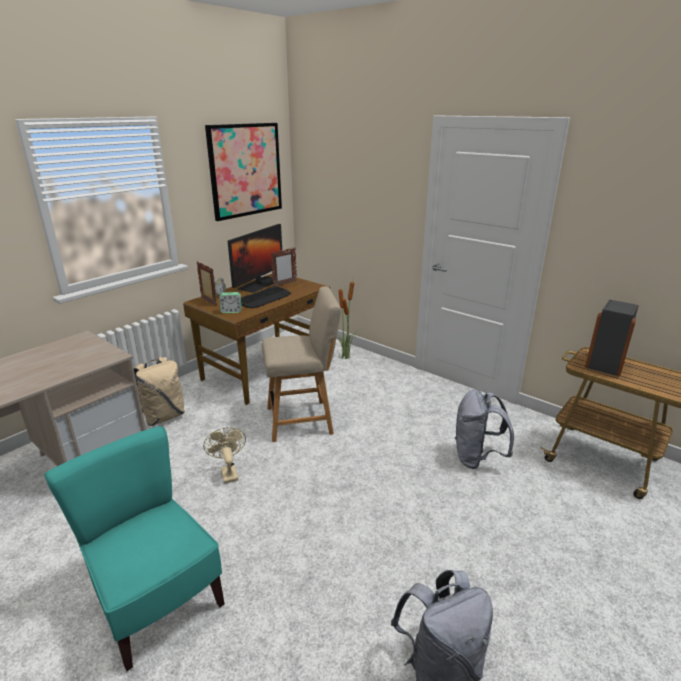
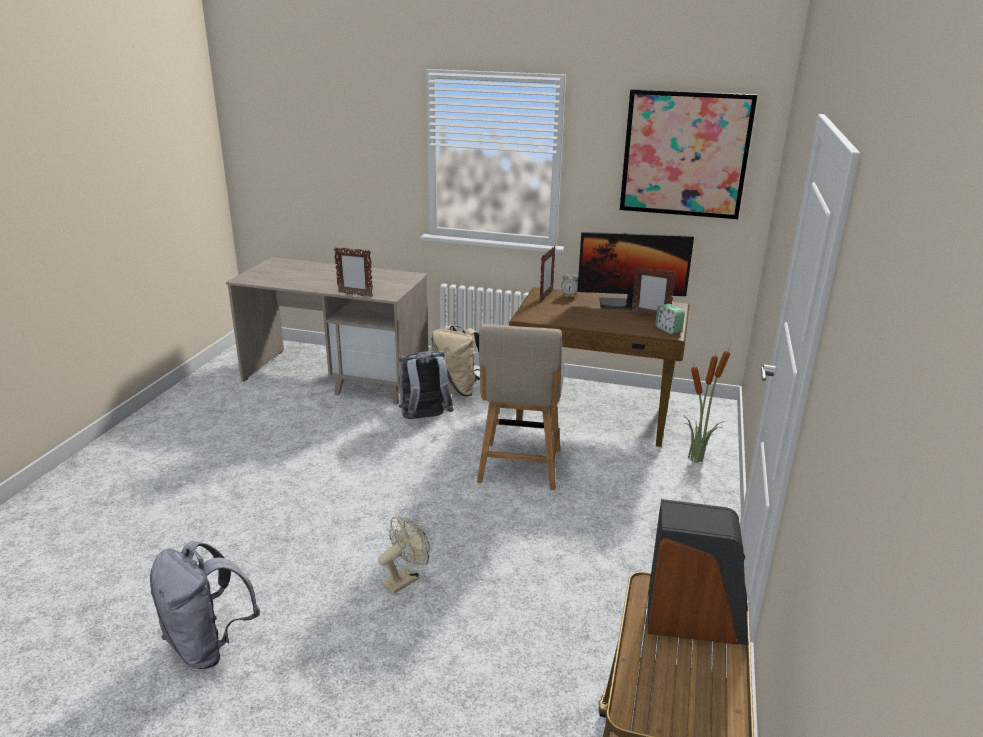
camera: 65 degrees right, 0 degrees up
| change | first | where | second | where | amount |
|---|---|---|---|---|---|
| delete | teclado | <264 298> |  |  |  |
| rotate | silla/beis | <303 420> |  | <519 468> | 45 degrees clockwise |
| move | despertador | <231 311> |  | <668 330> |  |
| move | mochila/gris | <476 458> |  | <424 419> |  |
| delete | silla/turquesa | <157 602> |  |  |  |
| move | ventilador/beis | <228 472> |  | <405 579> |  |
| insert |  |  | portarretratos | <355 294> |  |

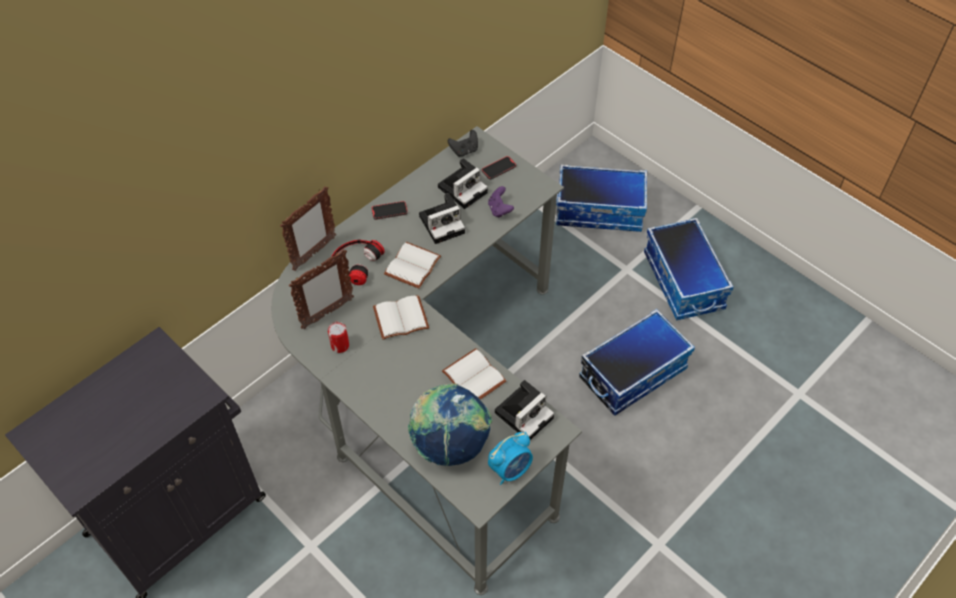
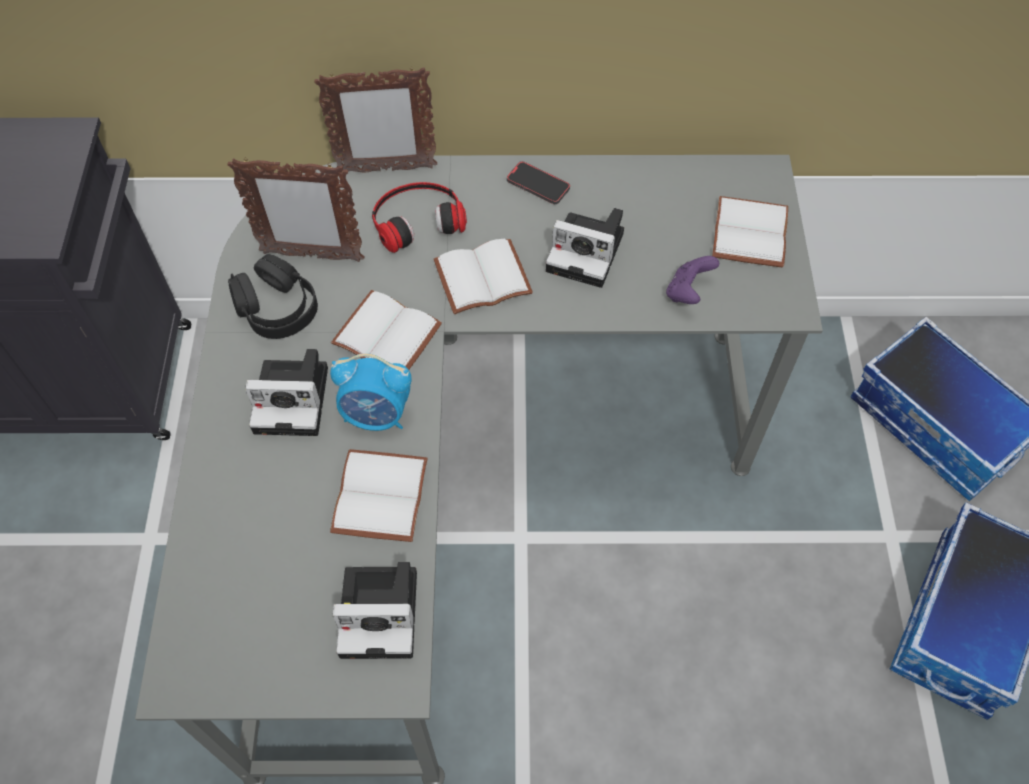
camera: 45 degrees right, 5 degrees up
| change | first | where | second | where | amount |
|---|---|---|---|---|---|
| delete | mando de consola/negro | <464 151> |  |  |  |
| replace | móvil | <498 169> | libro/blanco | <752 235> |  |
| move | cámara | <463 188> |  | <295 399> |  |
| delete | caja de almacenaje | <632 372> |  |  |  |
| replace | lata | <340 345> | auriculares/negro | <277 309> |  |
| delete | globo terráqueo | <450 444> |  |  |  |
| move | despertador | <510 469> |  | <377 415> |  |

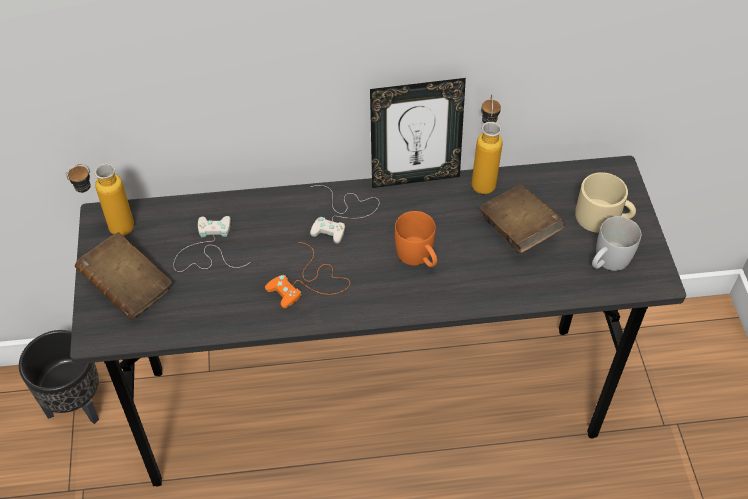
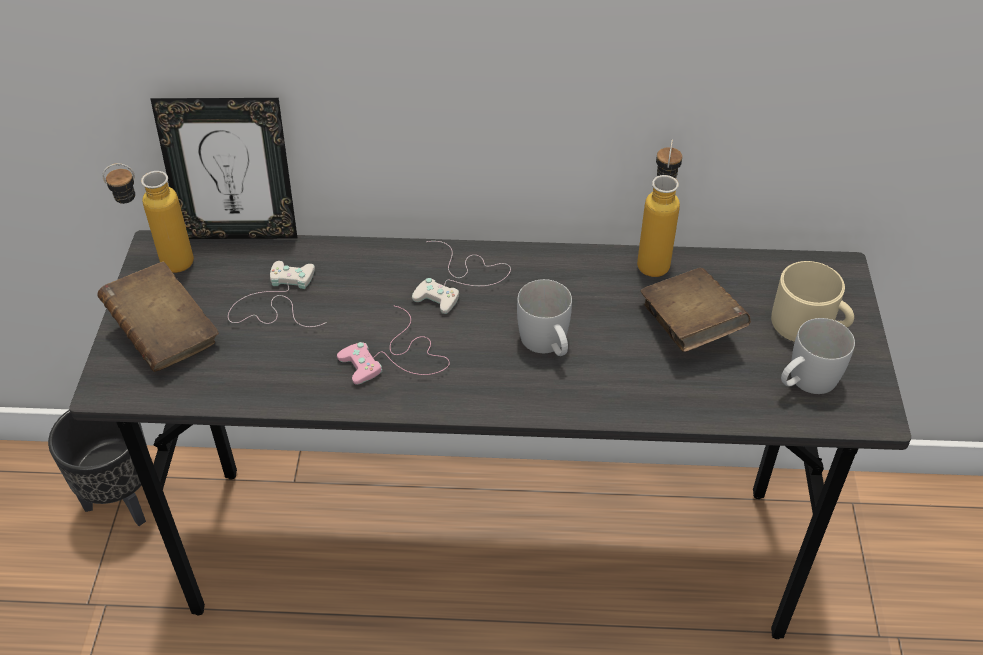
camera: 10 degrees right, 5 degrees down
| change | first | where | second | where | amount |
|---|---|---|---|---|---|
| move | portarretratos | <414 176> |  | <240 232> |  |
| recolor | taza grande/naranja | <418 258> | taza grande/blanco | <547 345> |  |
| recolor | mando de consola/naranja | <309 282> | mando de consola/rosa | <397 357> |  |

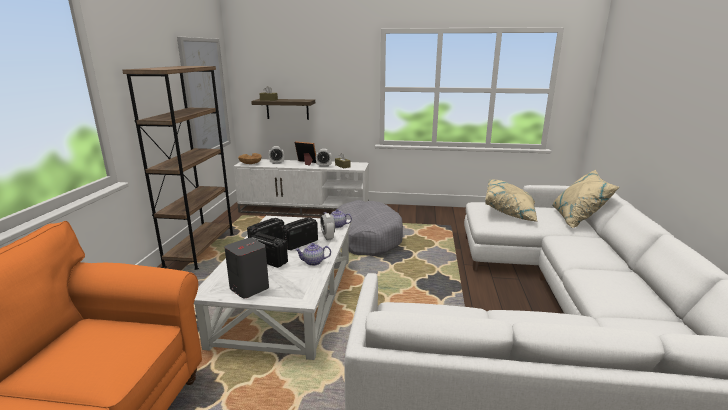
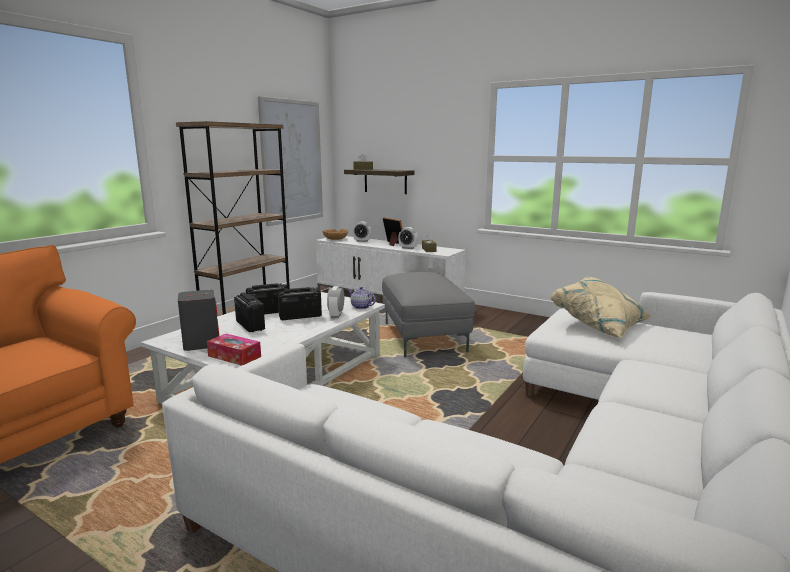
camera: 25 degrees right, 5 degrees down
| change | first | where | second | where | amount |
|---|---|---|---|---|---|
| delete | cojín/beis | <577 219> |  |  |  |
| replace | cama para perro/gris | <365 238> | puf/gris | <425 337> |  |
| delete | tetera | <313 262> |  |  |  |
| insert |  |  | caja de pañuelos | <234 356> |  |

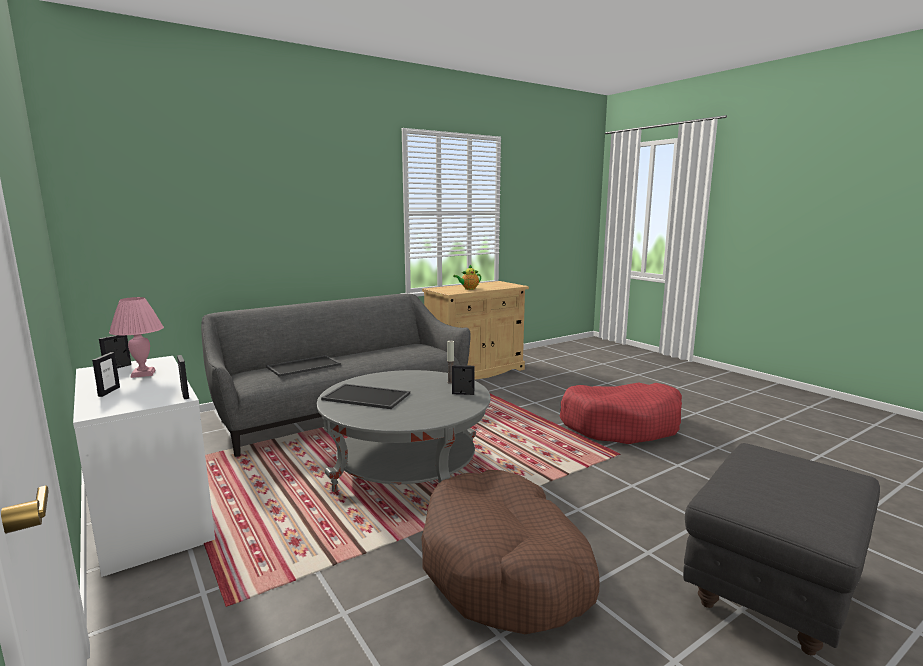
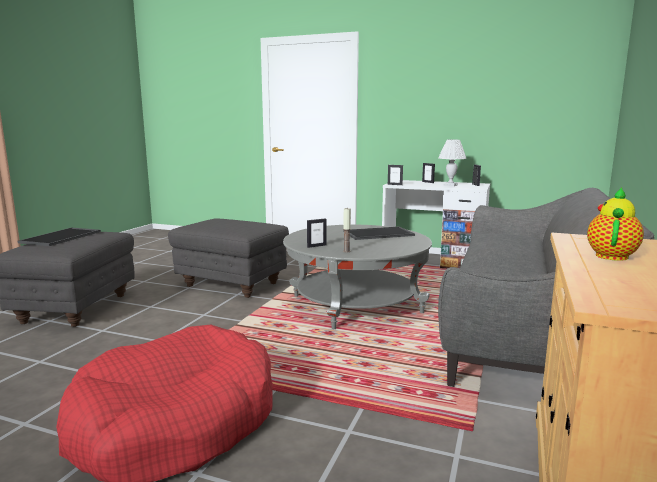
camera: 145 degrees right, 0 degrees up
| change | first | where | second | where | amount |
|---|---|---|---|---|---|
| recolor | lámpara de mesa/rosa | <143 374> | lámpara de mesa/blanco | <450 185> |  |
| move | bandeja | <304 366> |  | <61 237> |  |
| replace | cama para perro/marrón | <505 567> | puf/gris | <233 284> |  |

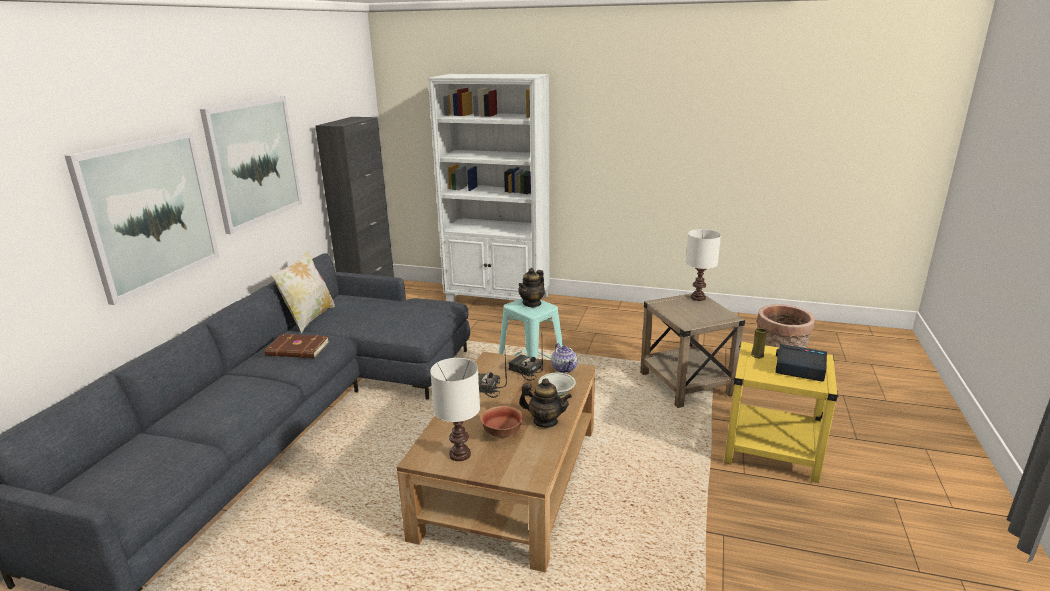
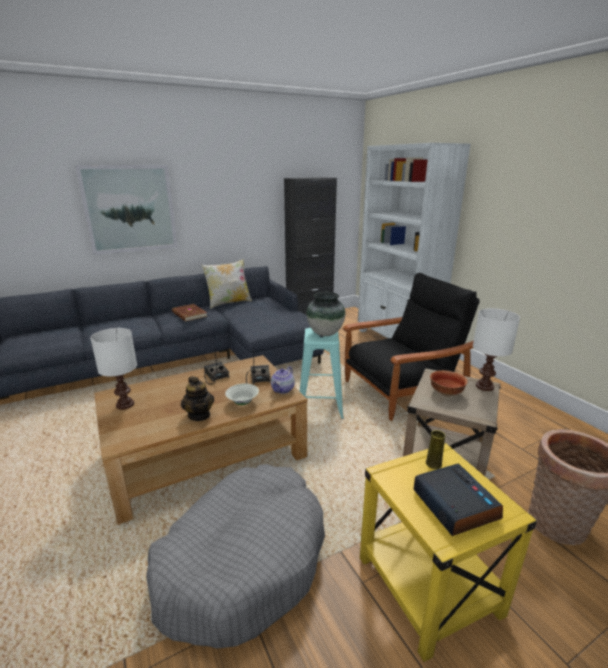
camera: 45 degrees right, 0 degrees up
| change | first | where | second | where | amount |
|---|---|---|---|---|---|
| delete | cuadro | <254 161> |  |  |  |
| replace | tetera | <532 303> | florero | <325 333> |  |
| move | cuenco | <501 434> |  | <445 393> |  |
| insert |  |  | sillón/negro | <403 390> |  |
| insert |  |  | cama para perro/gris | <242 560> |  |

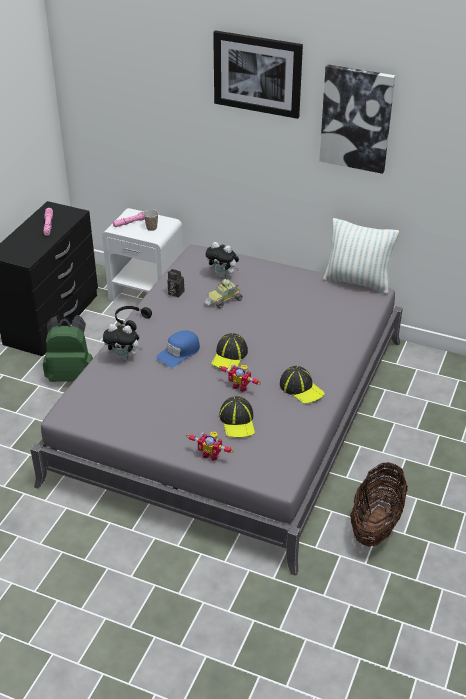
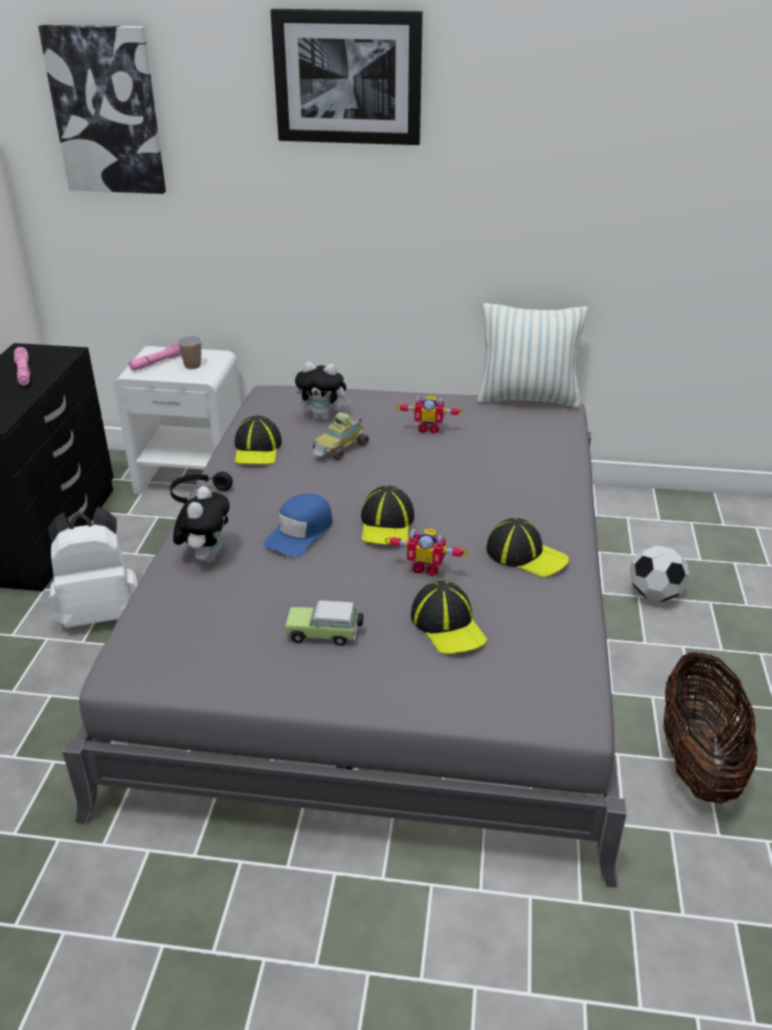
camera: 15 degrees left, 5 degrees down
| change | first | where | second | where | amount |
|---|---|---|---|---|---|
| move | cuadro | <356 118> |  | <106 111> |  |
| replace | cámara | <175 293> | gorra | <257 449> |  |
| recolor | mochila/verde | <71 375> | mochila/blanco | <100 612> |  |
| rotate | peluche | <124 358> |  | <206 556> | 75 degrees counterclockwise |
| move | robot de juguete | <211 454> |  | <429 428> |  |
| insert |  |  | balón de fútbol | <654 595> |  |
| insert |  |  | coche de juguete | <325 634> |  |

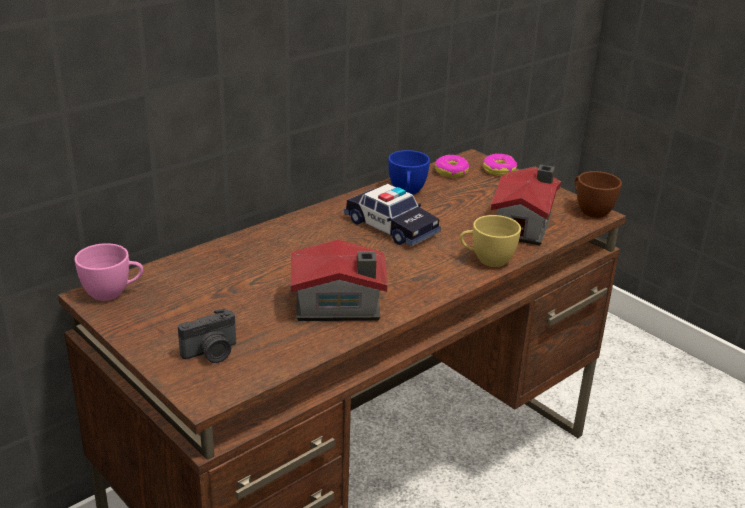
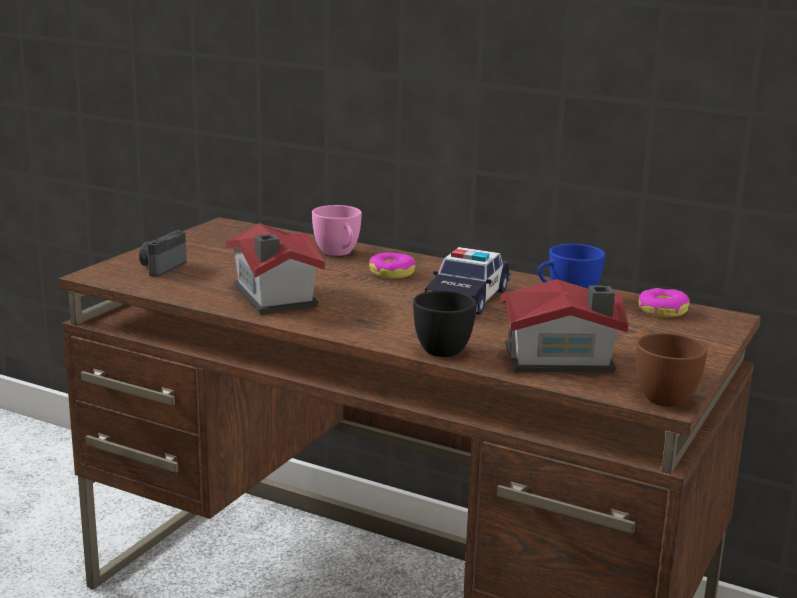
camera: 70 degrees right, 10 degrees down
| change | first | where | second | where | amount |
|---|---|---|---|---|---|
| move | rosquilla | <499 170> |  | <392 273> |  |
| recolor | taza/amarillo | <487 260> | taza/negro | <440 347> |  |
| move | taza/rosa | <113 293> |  | <339 253> |  |
| rotate | cámara | <211 353> |  | <161 267> | 75 degrees clockwise |

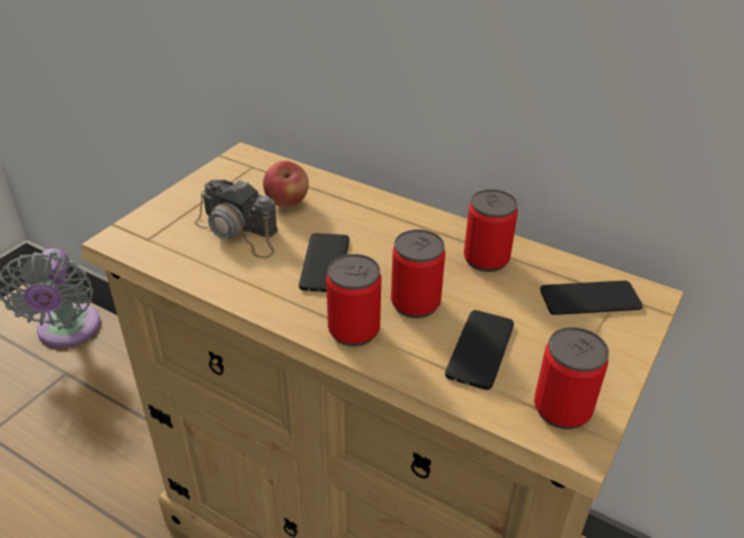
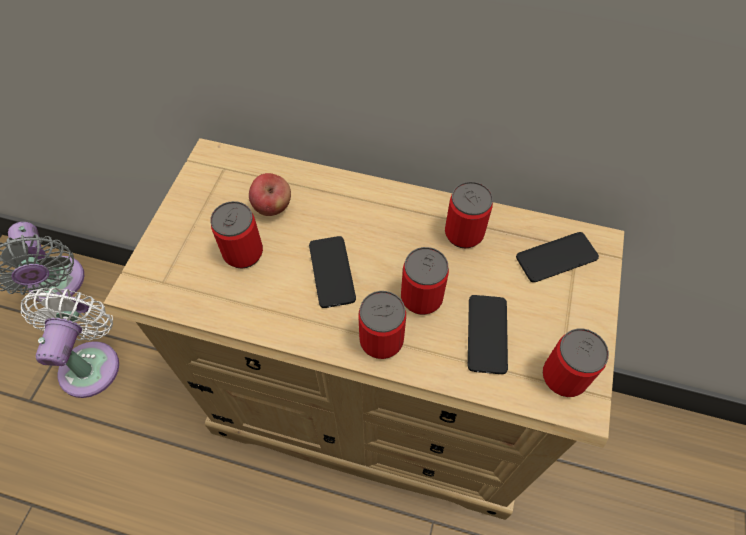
camera: 15 degrees left, 20 degrees up
| change | first | where | second | where | amount |
|---|---|---|---|---|---|
| replace | cámara | <239 232> | lata | <243 253> |  |
| insert |  |  | ventilador/blanco | <91 362> |  |

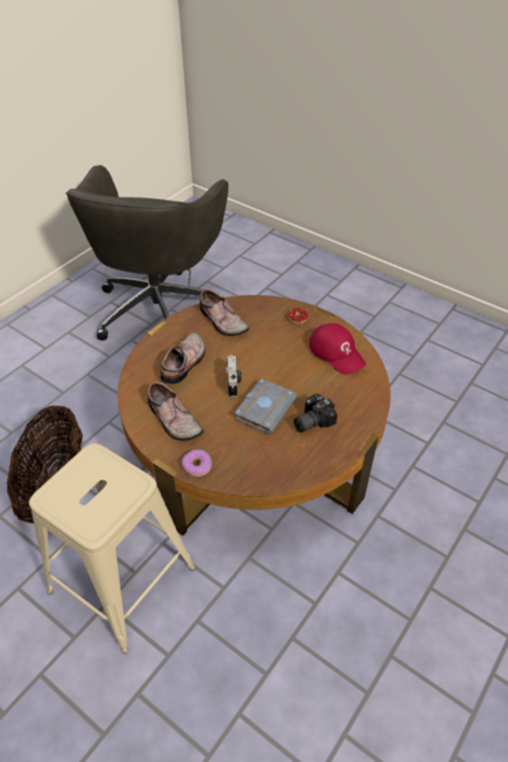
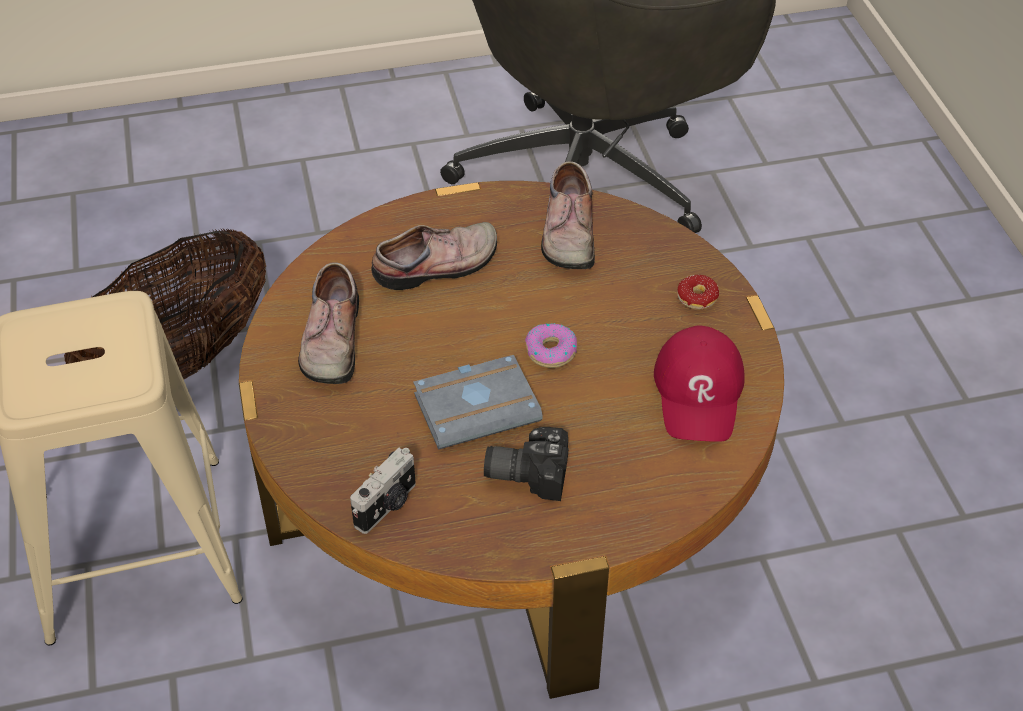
camera: 40 degrees right, 0 degrees up
| change | first | where | second | where | amount |
|---|---|---|---|---|---|
| move | cámara | <234 383> |  | <387 506> |  |
| move | rosquilla | <197 466> |  | <550 351> |  |

